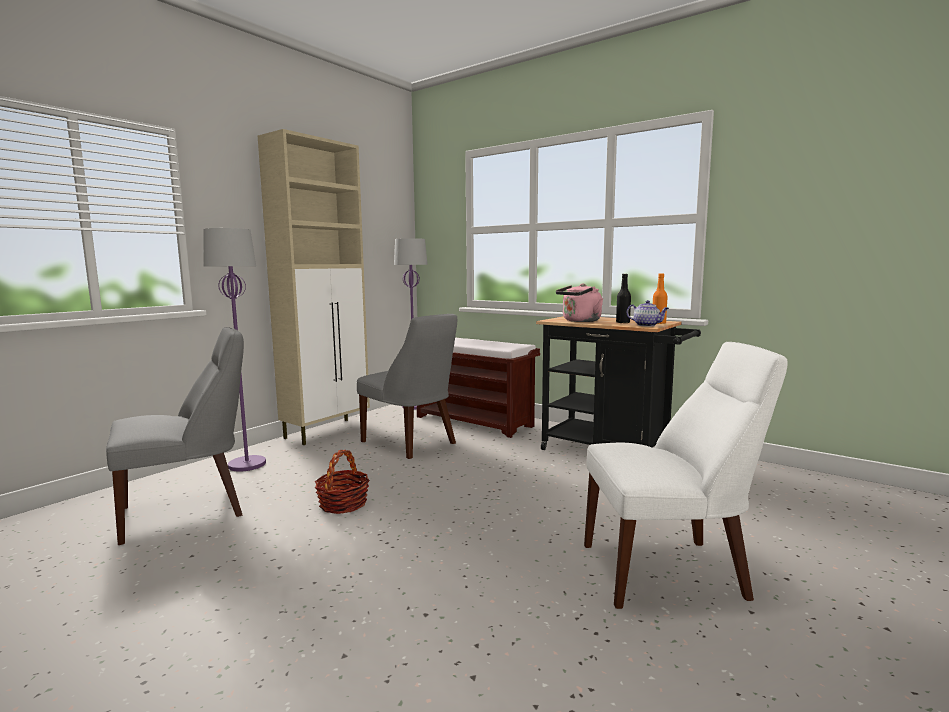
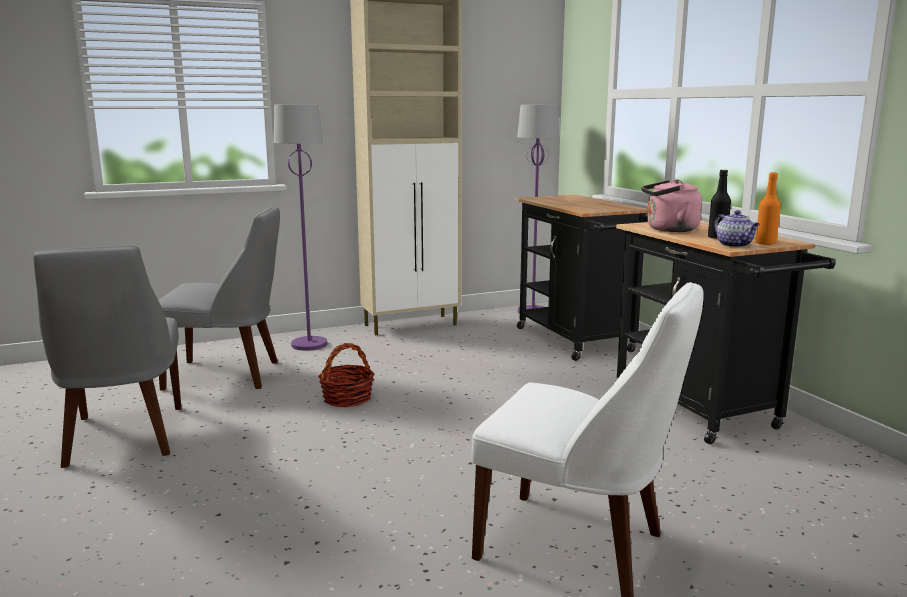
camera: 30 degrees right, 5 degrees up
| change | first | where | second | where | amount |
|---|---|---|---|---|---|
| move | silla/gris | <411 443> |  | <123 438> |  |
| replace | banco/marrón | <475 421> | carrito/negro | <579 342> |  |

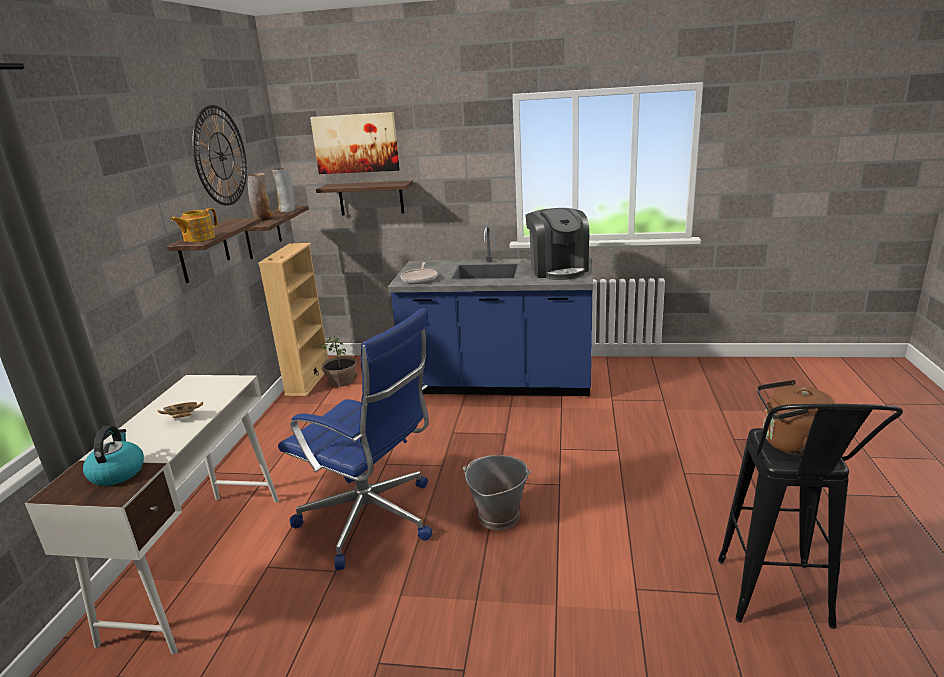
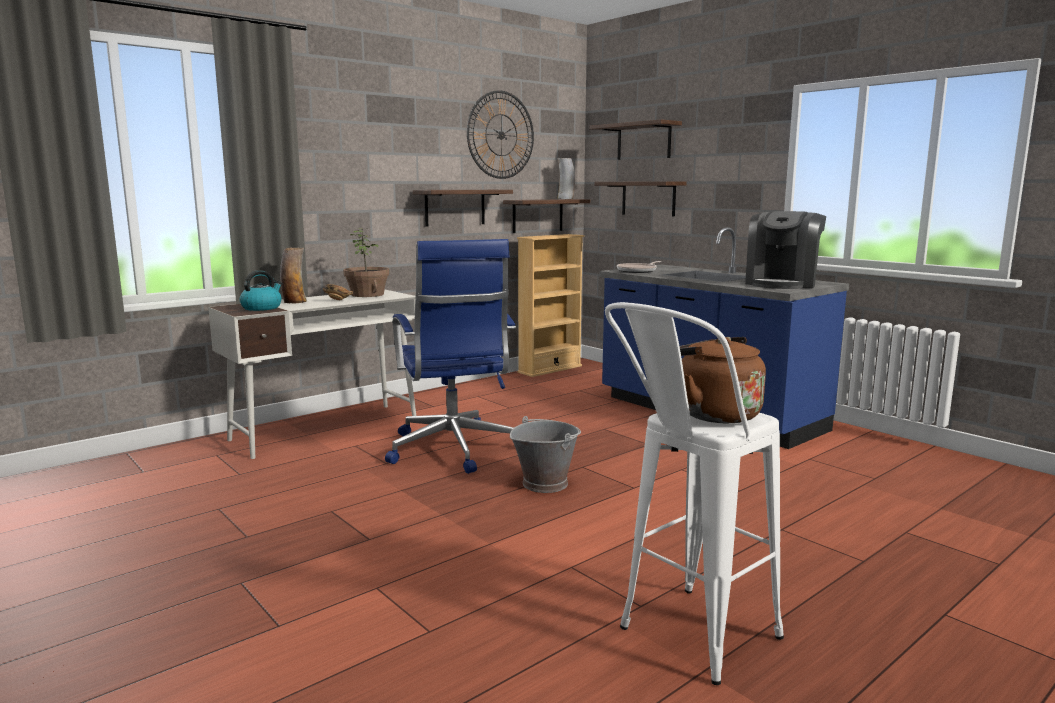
camera: 40 degrees right, 10 degrees down
| change | first | where | second | where | amount |
|---|---|---|---|---|---|
| replace | cuadro | <356 143> | estante | <643 141> |  |
| move | florero | <263 219> |  | <294 302> |  |
| delete | tetera | <198 238> |  |  |  |
| move | planta en maceta | <342 381> |  | <368 294> |  |
| recolor | taburete/negro | <778 606> | taburete/blanco | <685 643> |  |

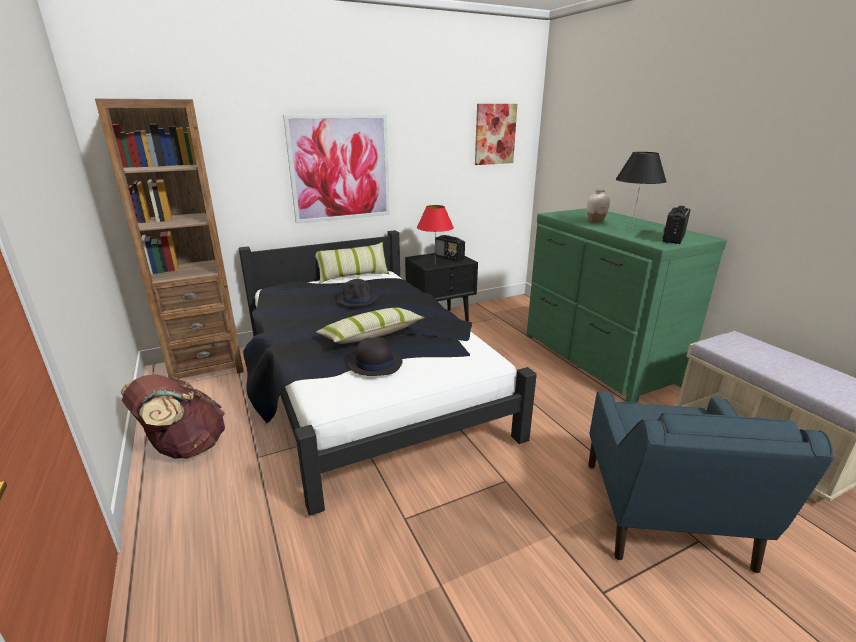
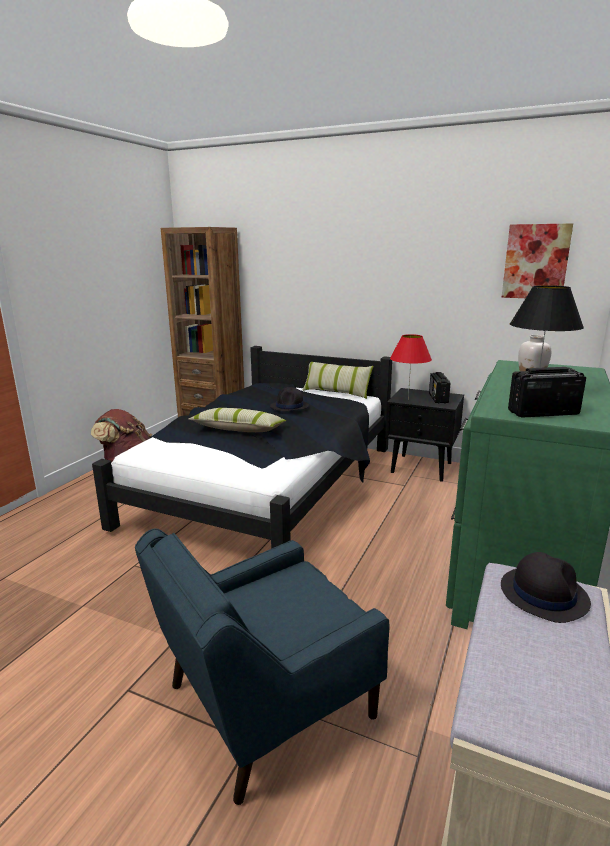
camera: 50 degrees right, 5 degrees down
| change | first | where | second | where | amount |
|---|---|---|---|---|---|
| delete | cuadro | <340 168> |  |  |  |
| move | sombrero/negro | <375 363> |  | <543 593> |  |

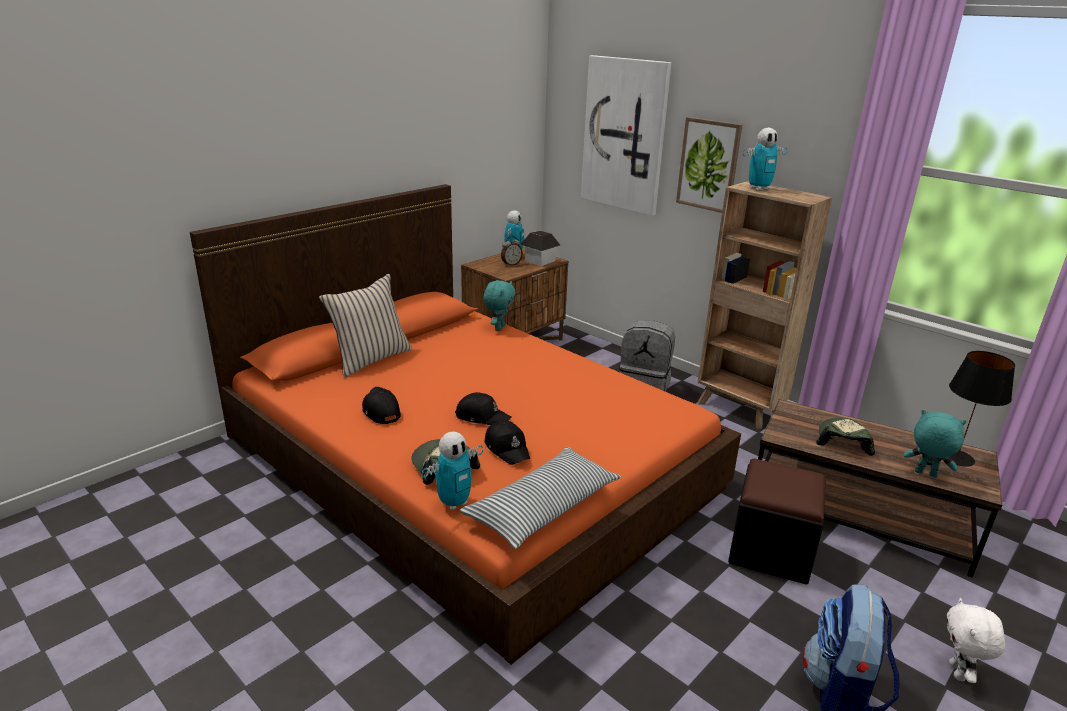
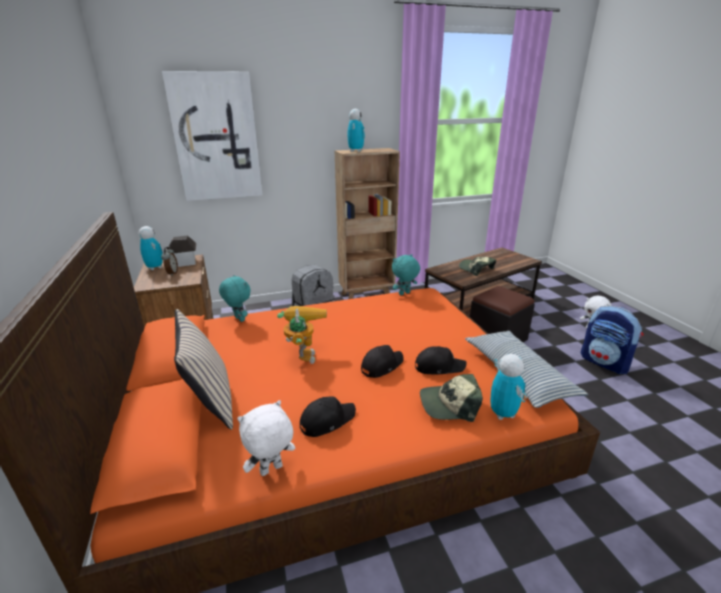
camera: 60 degrees left, 0 degrees up
| change | first | where | second | where | amount |
|---|---|---|---|---|---|
| delete | cuadro | <709 165> |  |  |  |
| delete | lámpara de mesa/negro | <957 457> |  |  |  |
| rotate | gorra/negro | <380 411> |  | <327 420> | 150 degrees clockwise |
| move | peluche/turquesa | <925 474> |  | <404 294> |  |
| insert |  |  | robot de juguete | <303 353> |  |
| insert |  |  | peluche/blanco | <271 470> |  |

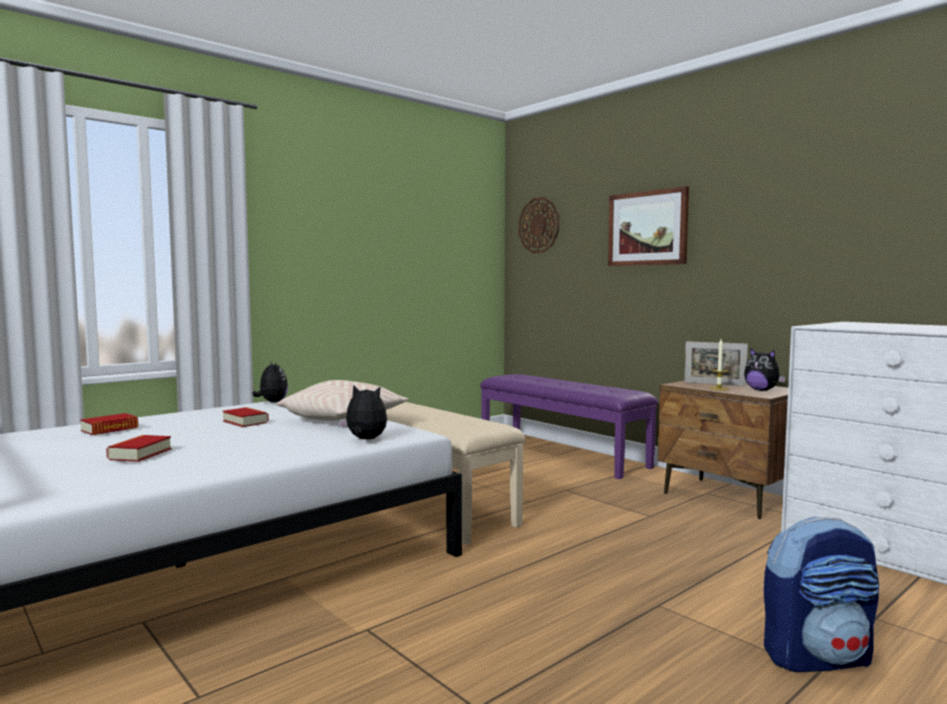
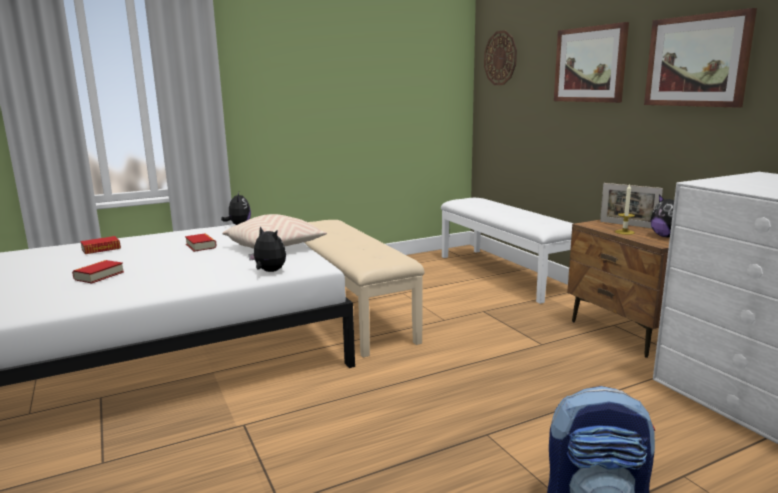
camera: 15 degrees right, 10 degrees up
| change | first | where | second | where | amount |
|---|---|---|---|---|---|
| recolor | banco/morado | <562 454> | banco/blanco | <505 273> |  |
| insert |  |  | cuadro | <697 61> |  |

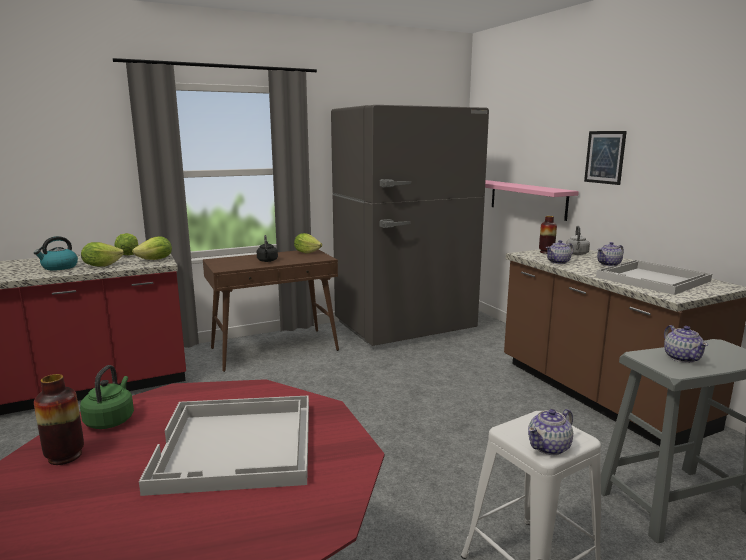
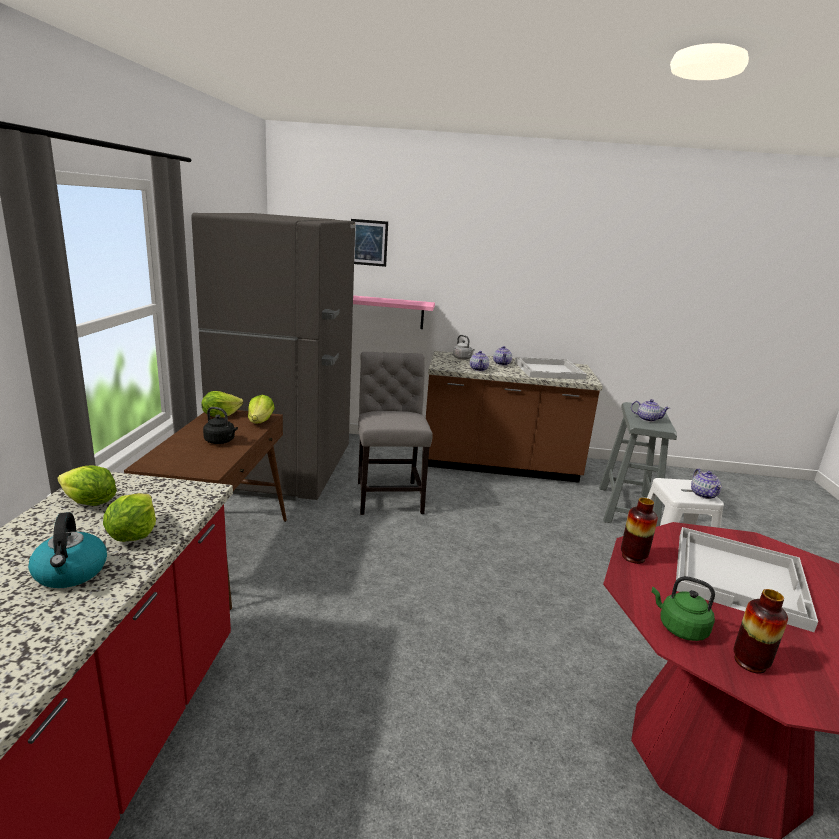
camera: 60 degrees left, 5 degrees up
| change | first | where | second | where | amount |
|---|---|---|---|---|---|
| move | cuadro | <604 157> |  | <368 242> |  |
| move | florero | <546 252> |  | <633 557> |  |
| move | lechuga | <156 260> |  | <261 421> |  |
| insert |  |  | silla/gris | <389 495> |  |

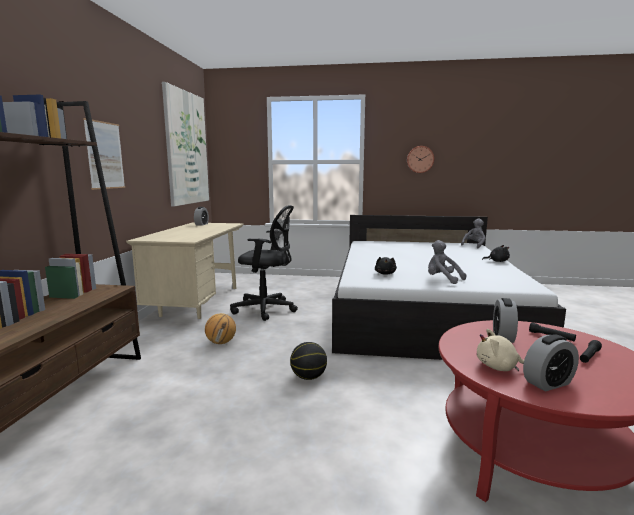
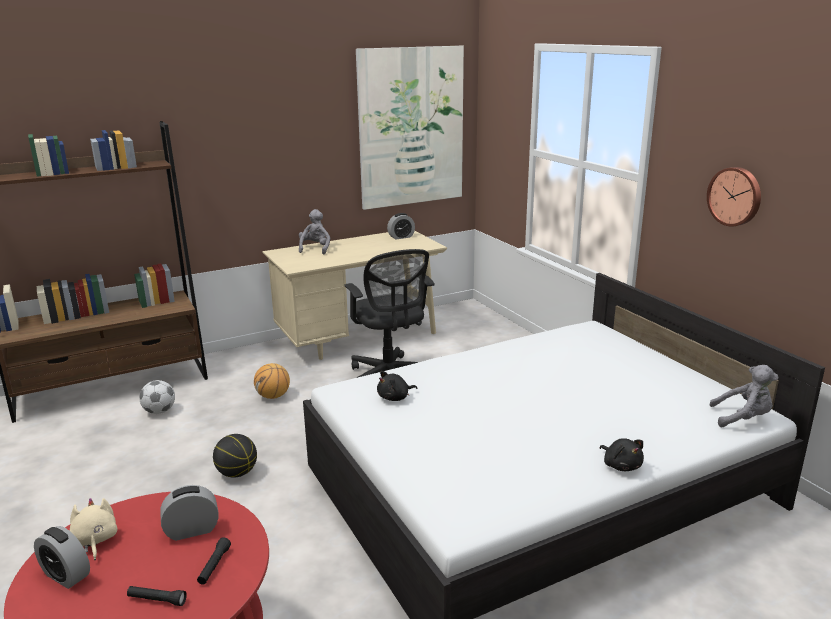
camera: 55 degrees right, 10 degrees up
| change | first | where | second | where | amount |
|---|---|---|---|---|---|
| delete | cuadro | <105 155> |  |  |  |
| move | peluche/gris | <442 279> |  | <315 249> |  |
| insert |  |  | balón de fútbol | <159 411> |  |

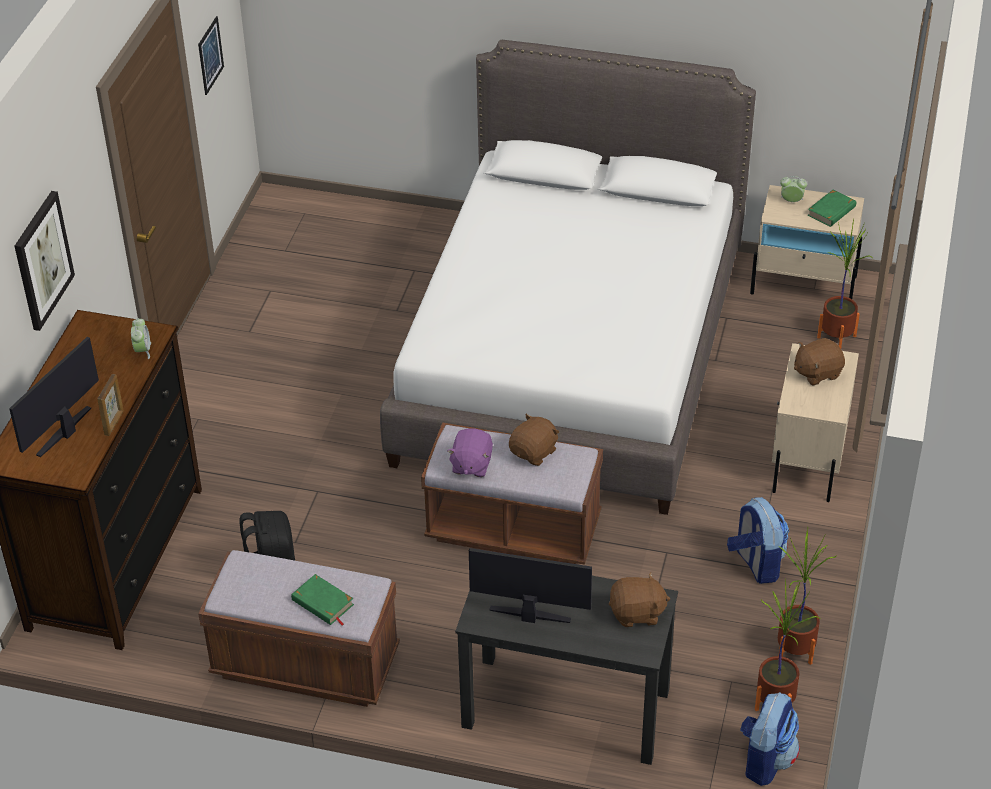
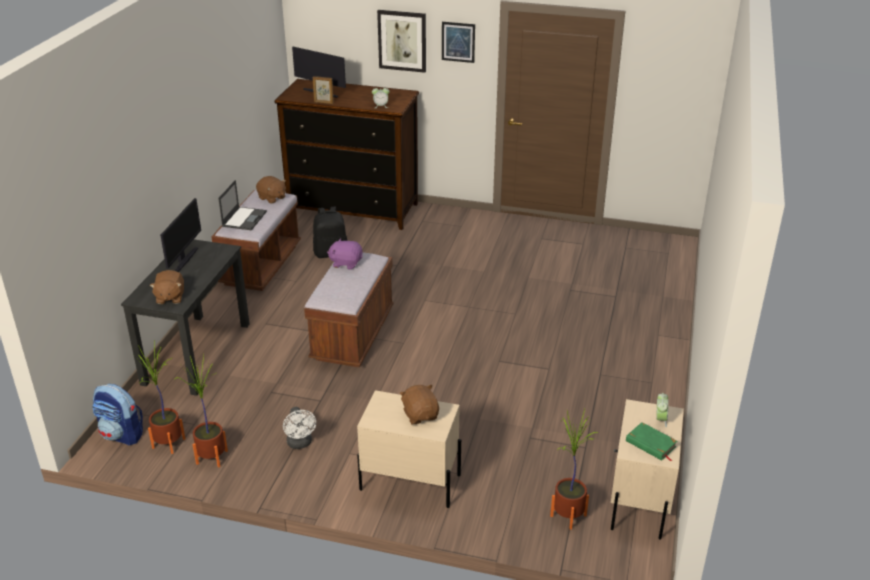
camera: 90 degrees right, 10 degrees down
| change | first | where | second | where | amount |
|---|---|---|---|---|---|
| move | cuadro | <210 55> |  | <458 42> |  |
| delete | cama/blanco | <571 357> |  |  |  |
| move | peluche/marrón | <534 452> |  | <272 198> |  |
| replace | mochila | <756 563> | ventilador/blanco | <300 444> |  |
| replace | libro/verde | <322 603> | portátil | <244 218> |  |

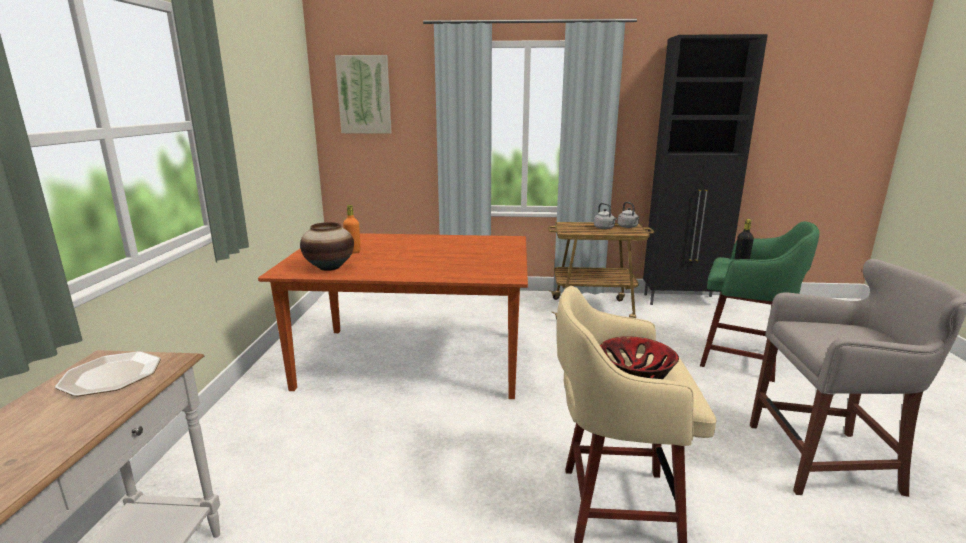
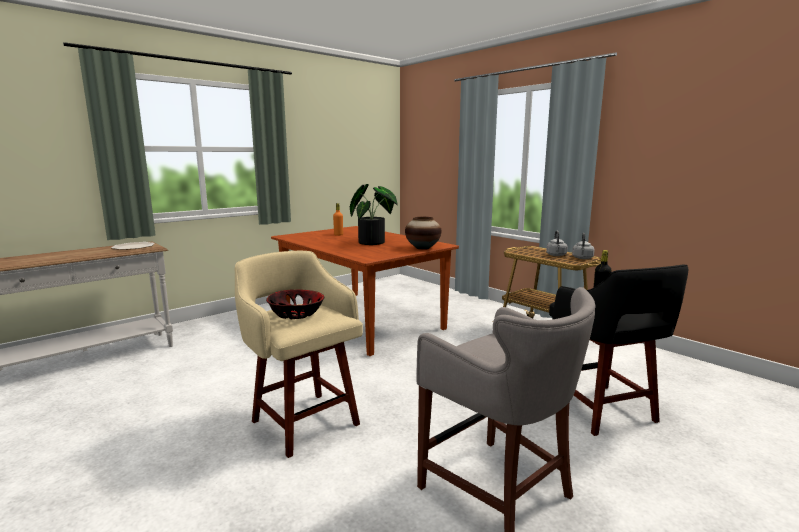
camera: 45 degrees right, 5 degrees down
| change | first | where | second | where | amount |
|---|---|---|---|---|---|
| delete | armario/negro | <682 300> |  |  |  |
| delete | cuadro | <364 95> |  |  |  |
| recolor | taburete/verde | <742 360> | taburete/negro | <603 411> |  |
| move | florero | <329 268> |  | <422 248> |  |
| insert |  |  | planta en maceta | <374 242> |  |

